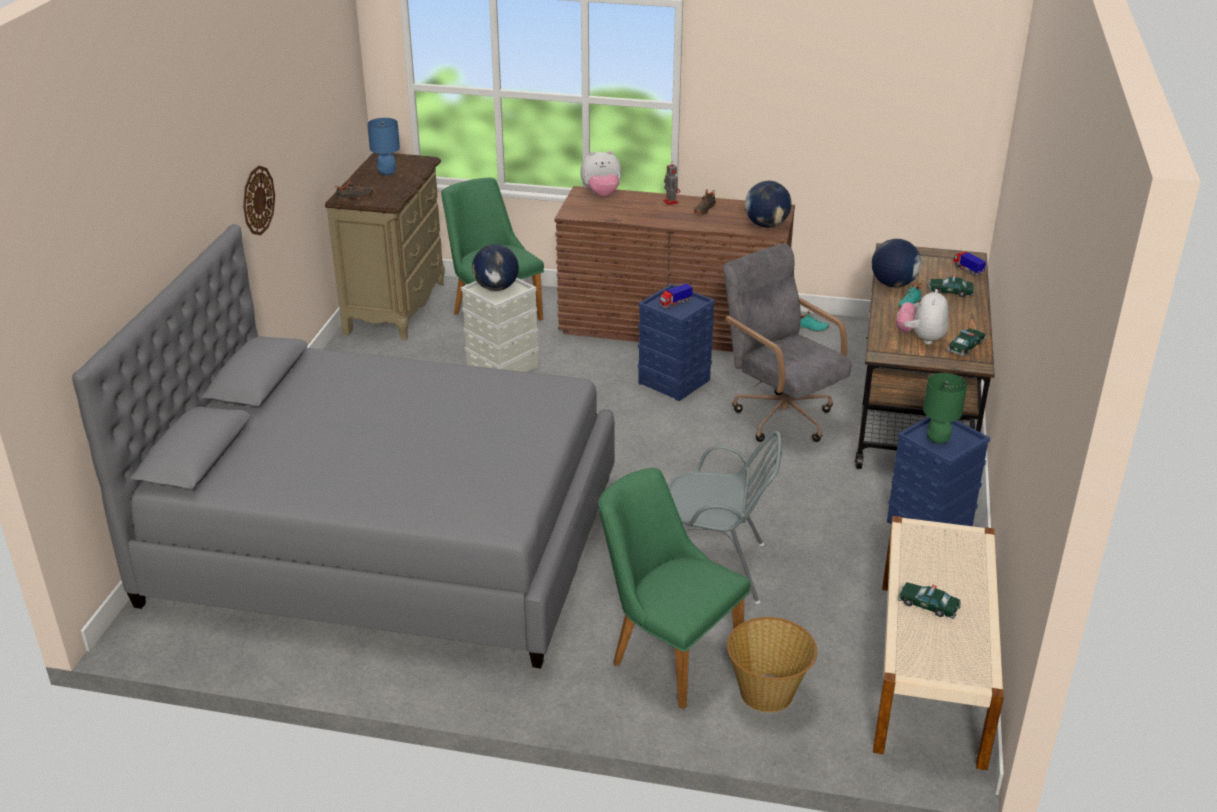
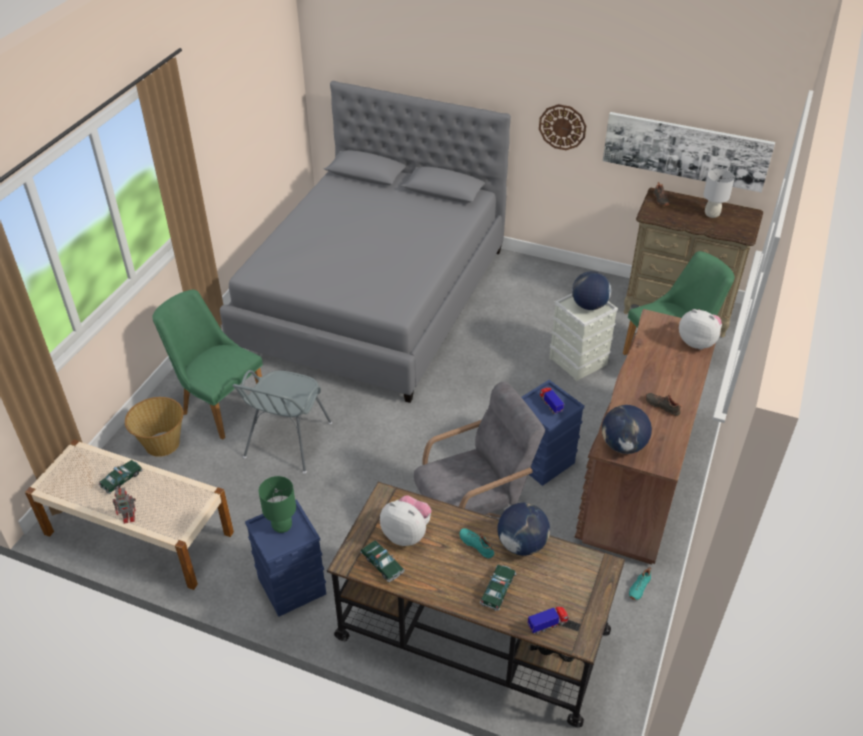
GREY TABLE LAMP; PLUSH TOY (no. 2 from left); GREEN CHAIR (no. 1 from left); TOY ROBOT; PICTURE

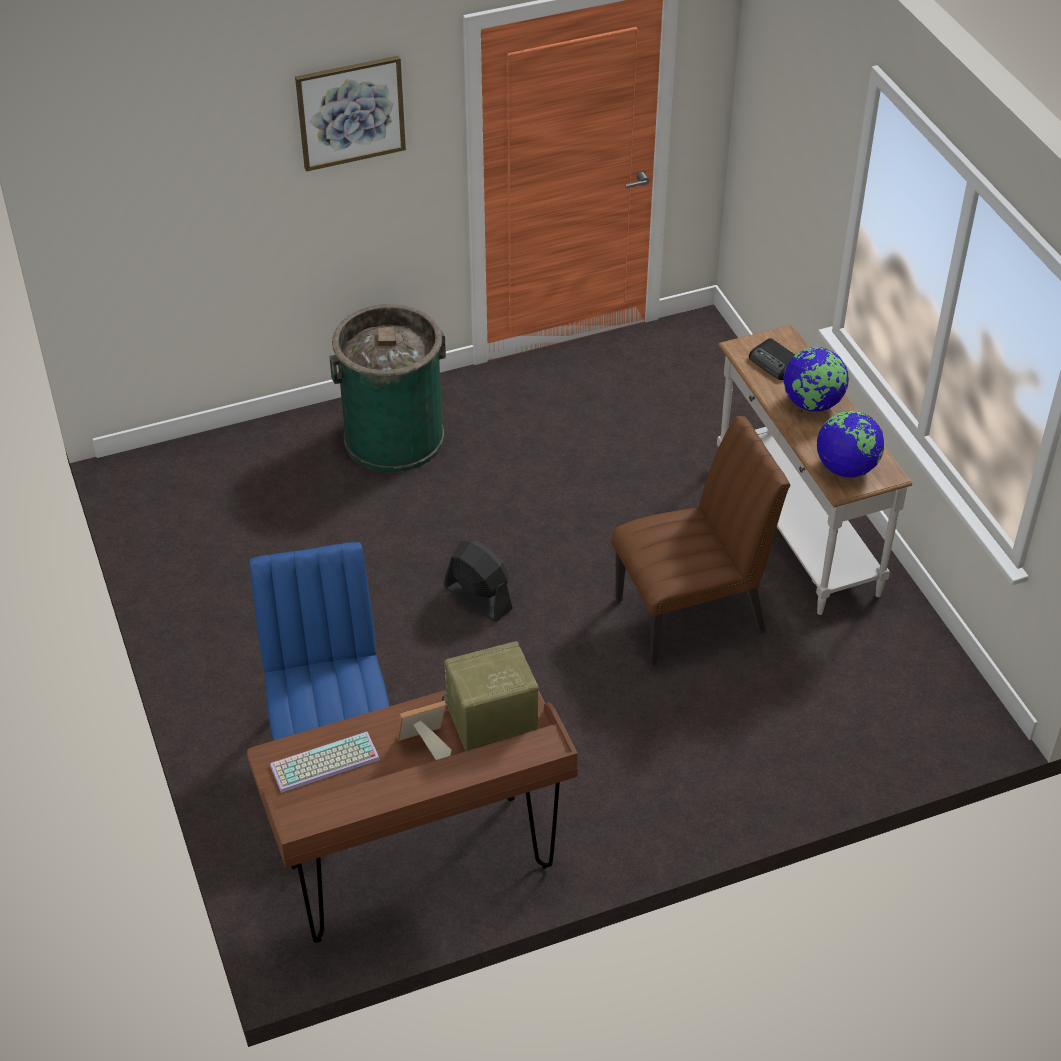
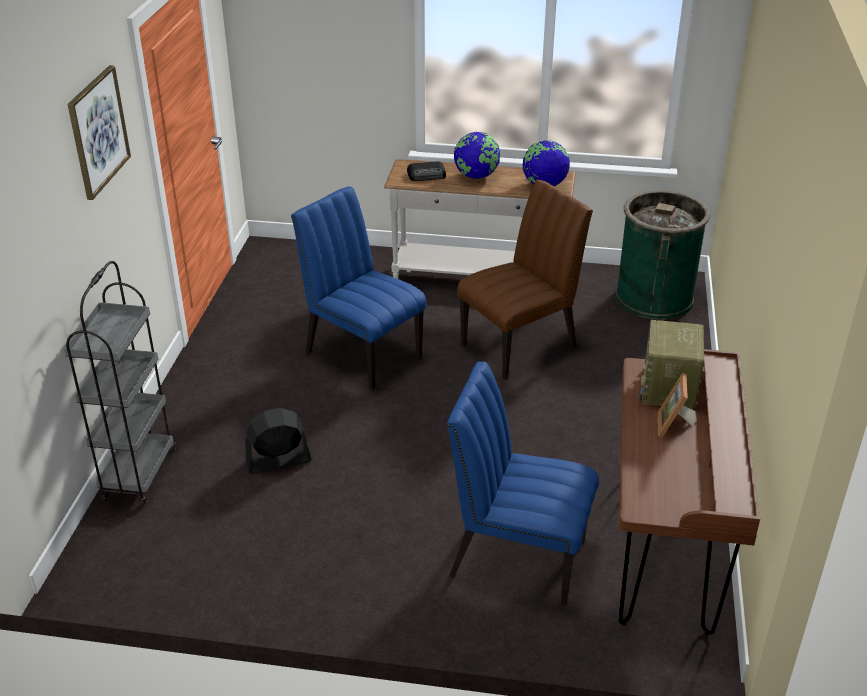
KEYBOARD; GREEN TRASH CAN; BLACK FAN; BROWN CHAIR; GREY CART; BLUE CHAIR (no. 1 from left)

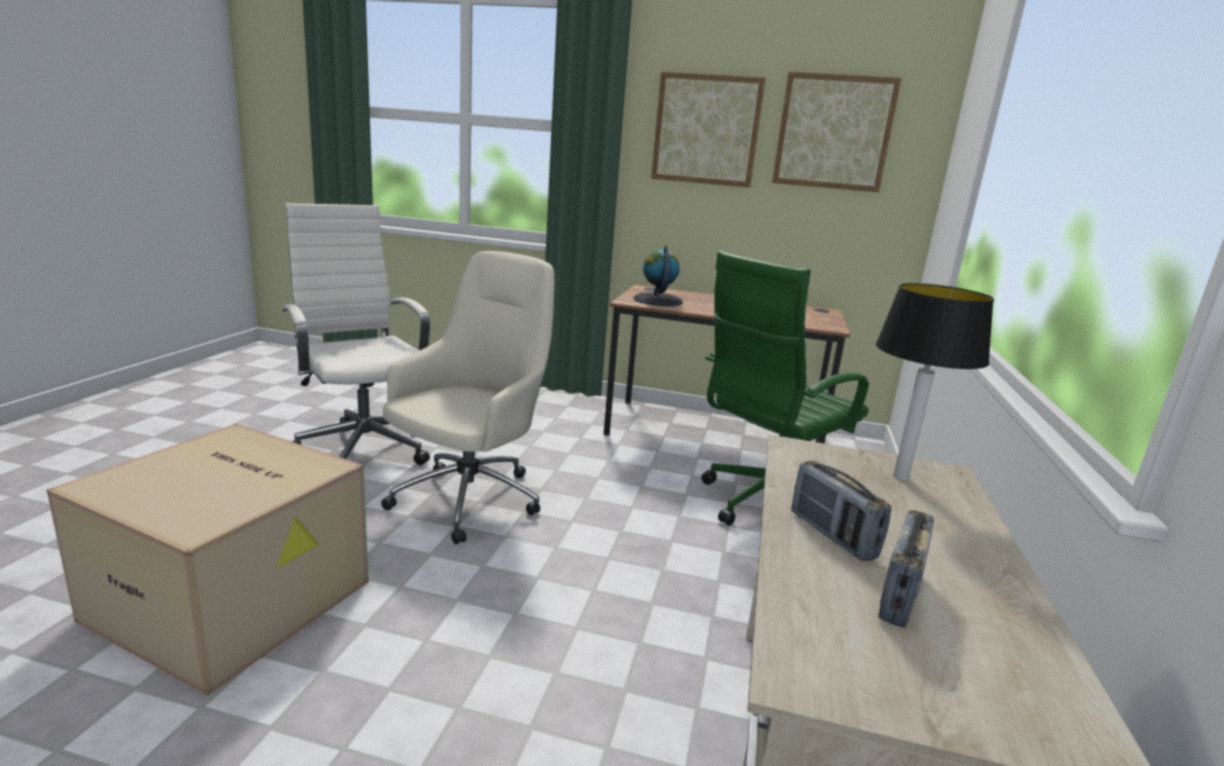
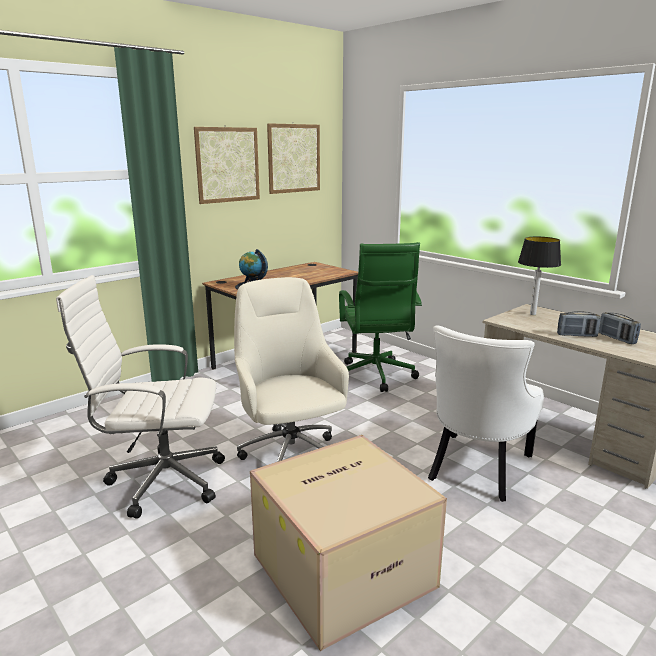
WHITE CHAIR

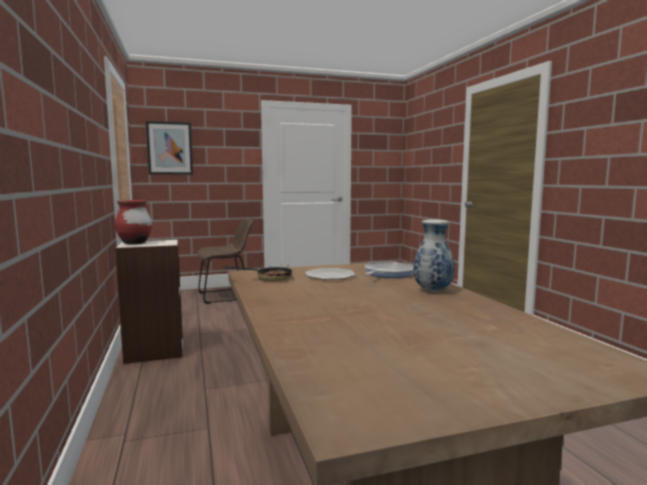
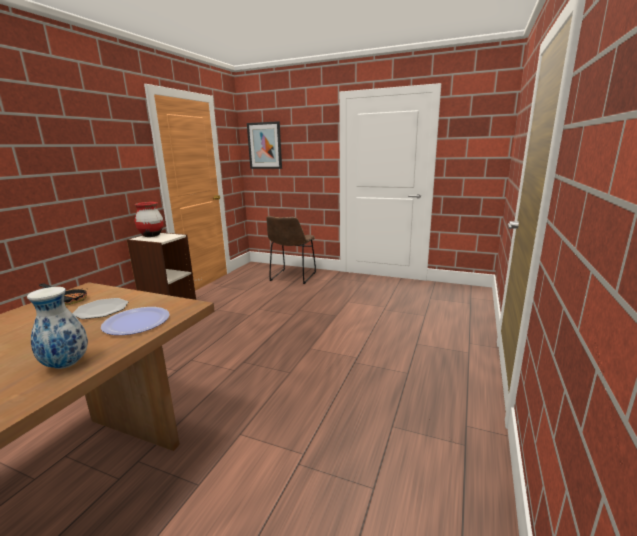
BROWN CHAIR; PLATE (no. 2 from left)

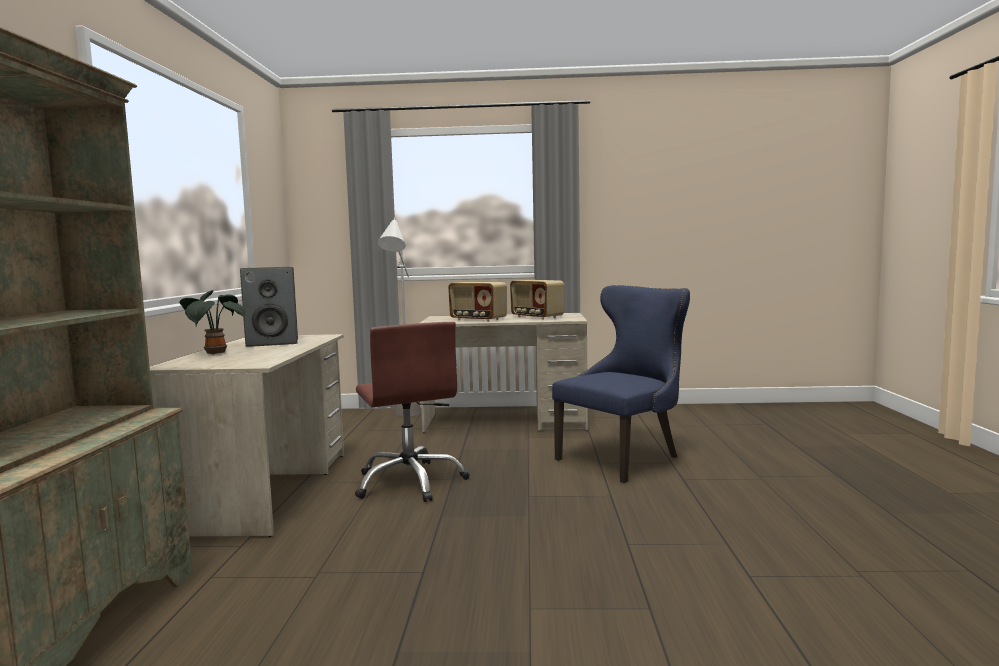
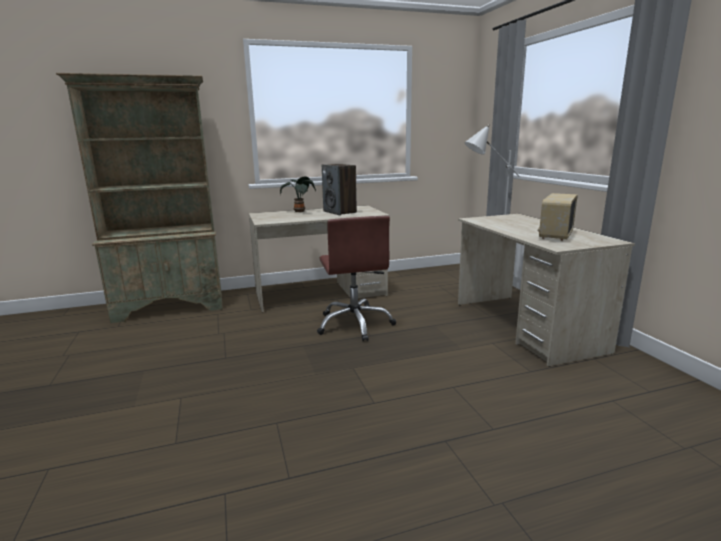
BROWN OFFICE CHAIR; RADIO (no. 1 from left in the first image); BLUE CHAIR

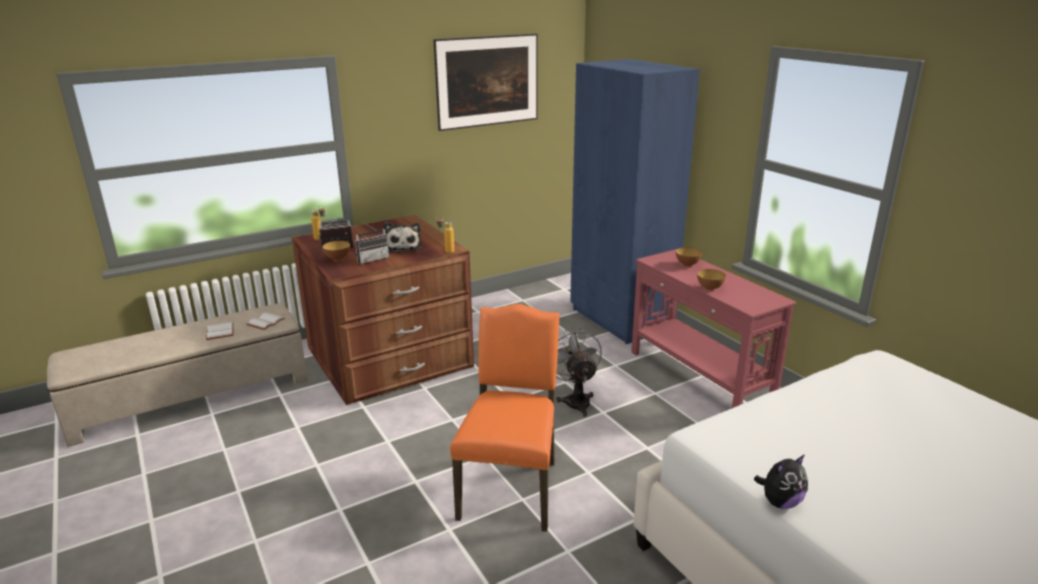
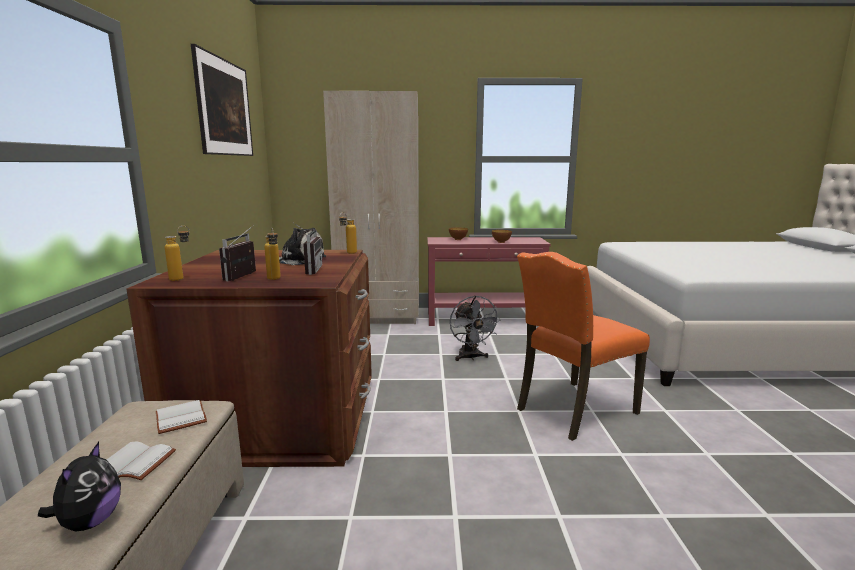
BOTTLE (no. 2 from left); ORANGE CHAIR; GREY FAN; BEIGE WARDROBE; PLUSH TOY (no. 1 from left)

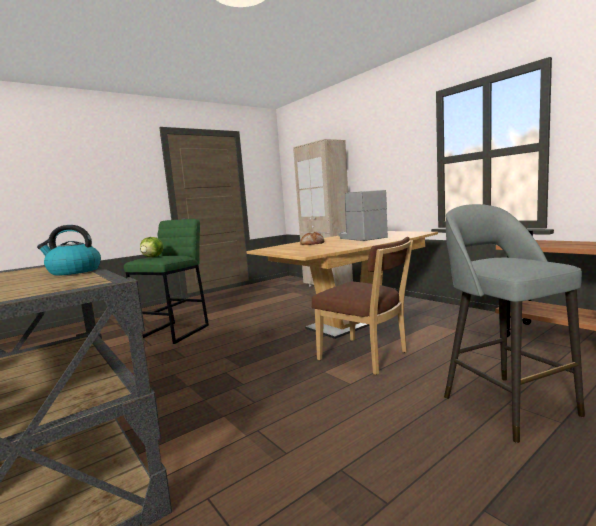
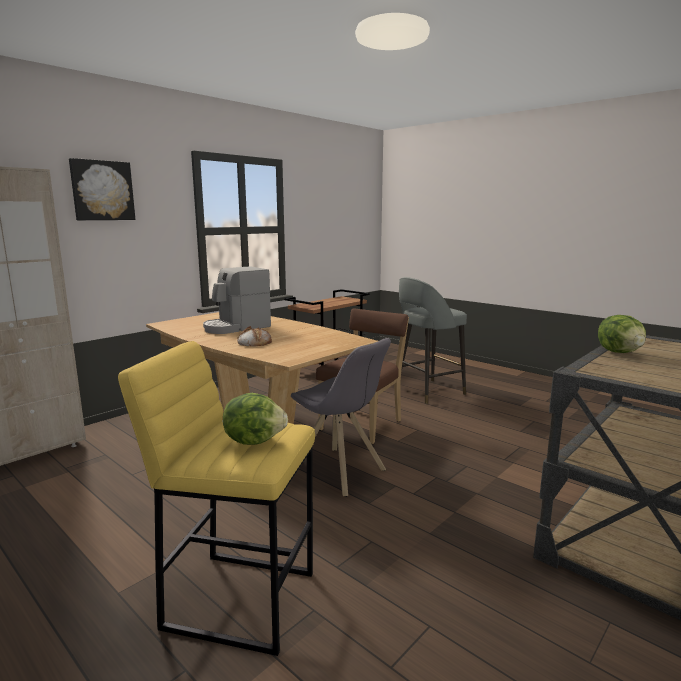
LETTUCE (no. 2 from left); YELLOW STOOL; PICTURE; GREY CHAIR

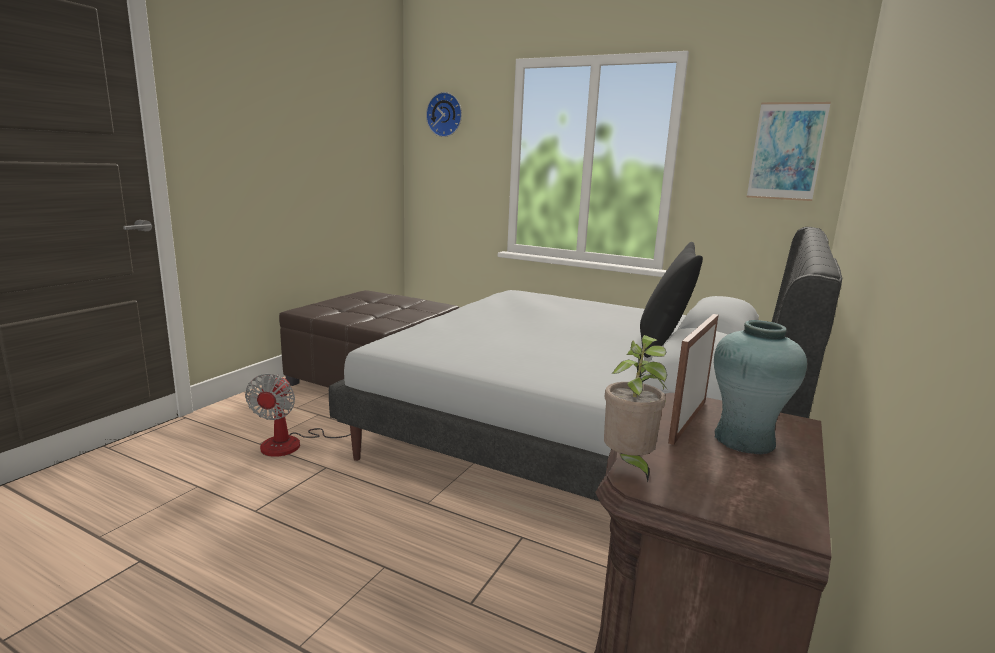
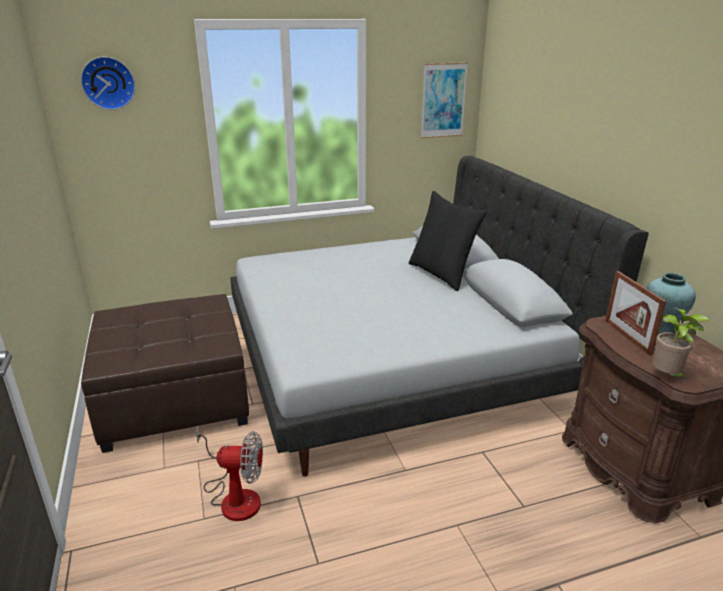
FAN

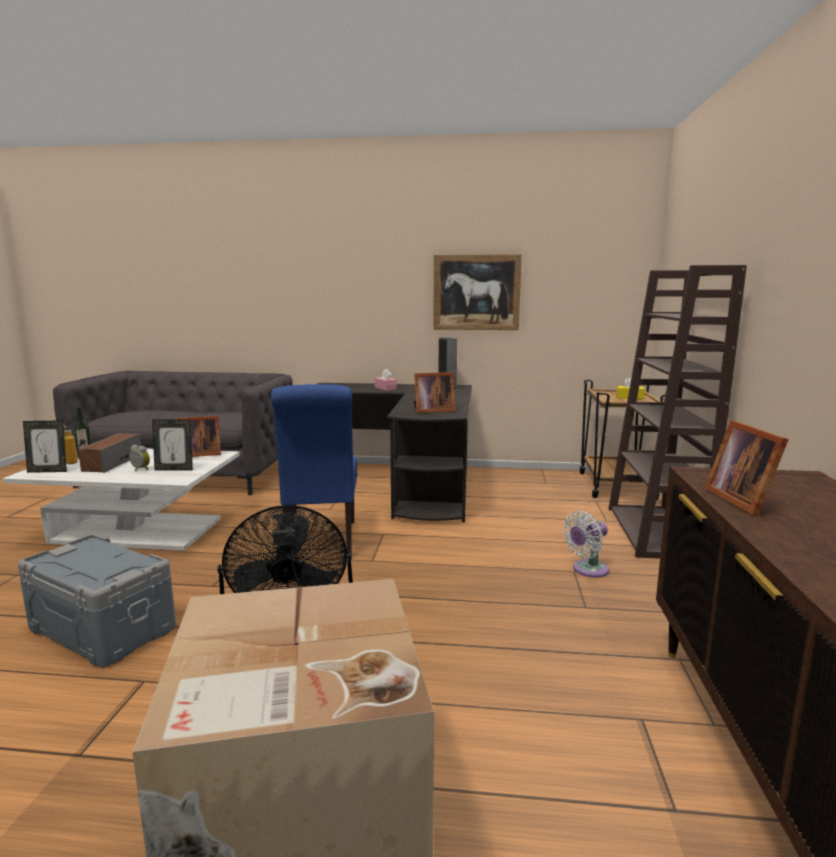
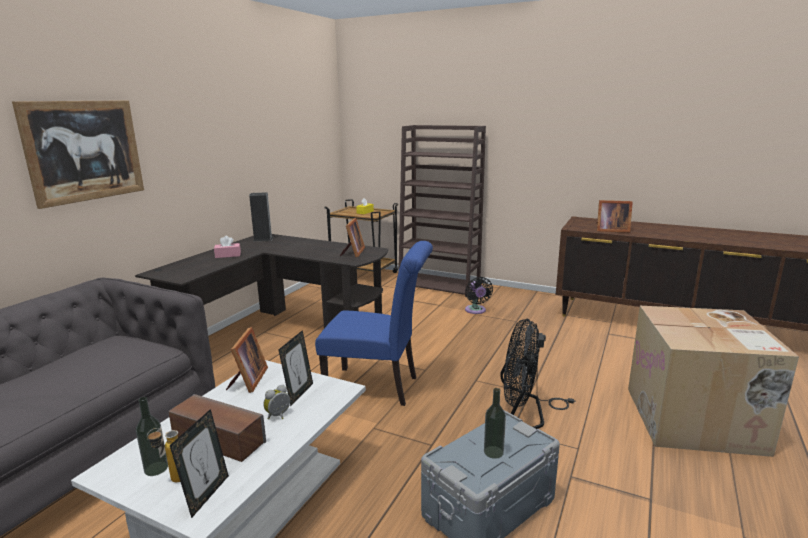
PICTURE; BLACK FAN (no. 1 from left); BOTTLE (no. 3 from left)

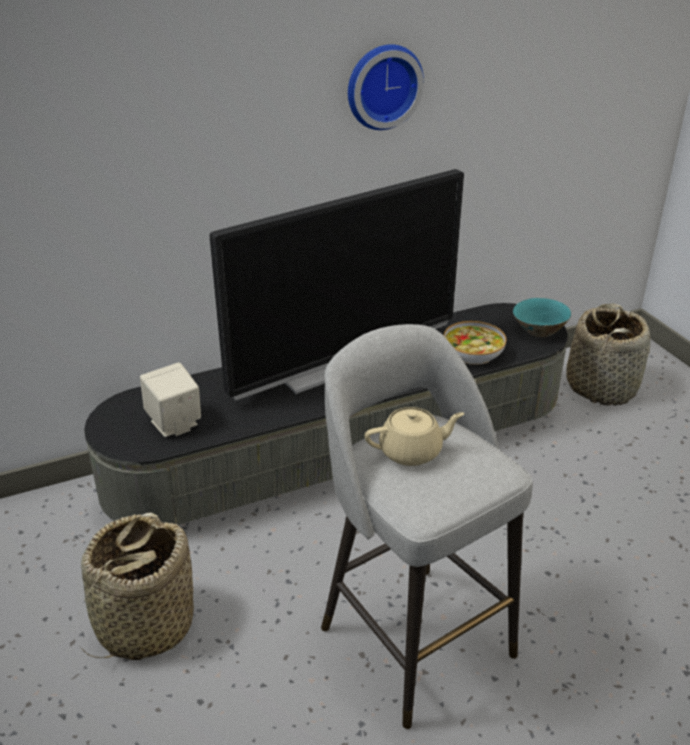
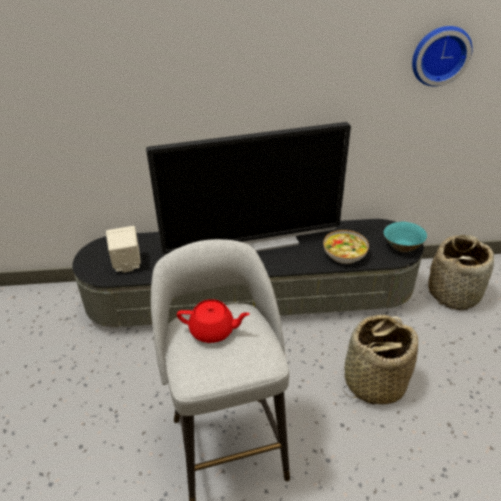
BASKET (no. 1 from left); WALL CLOCK; RED TEAPOT

